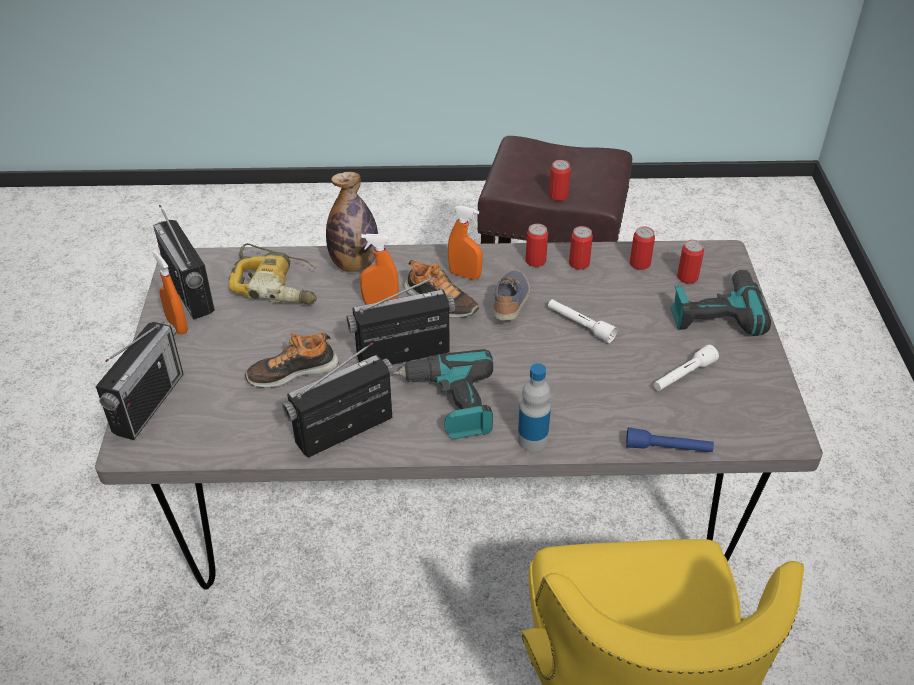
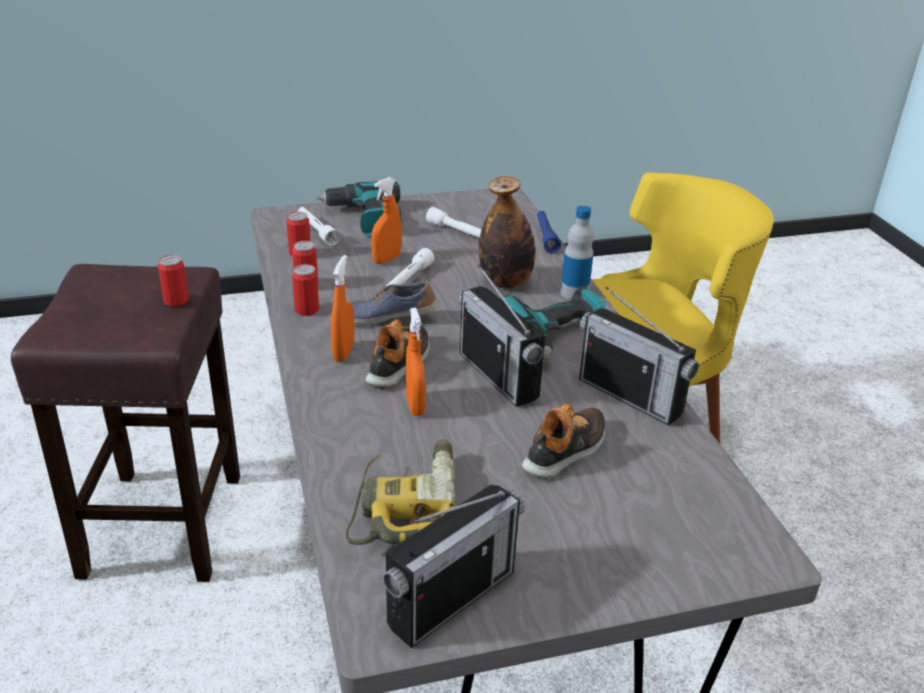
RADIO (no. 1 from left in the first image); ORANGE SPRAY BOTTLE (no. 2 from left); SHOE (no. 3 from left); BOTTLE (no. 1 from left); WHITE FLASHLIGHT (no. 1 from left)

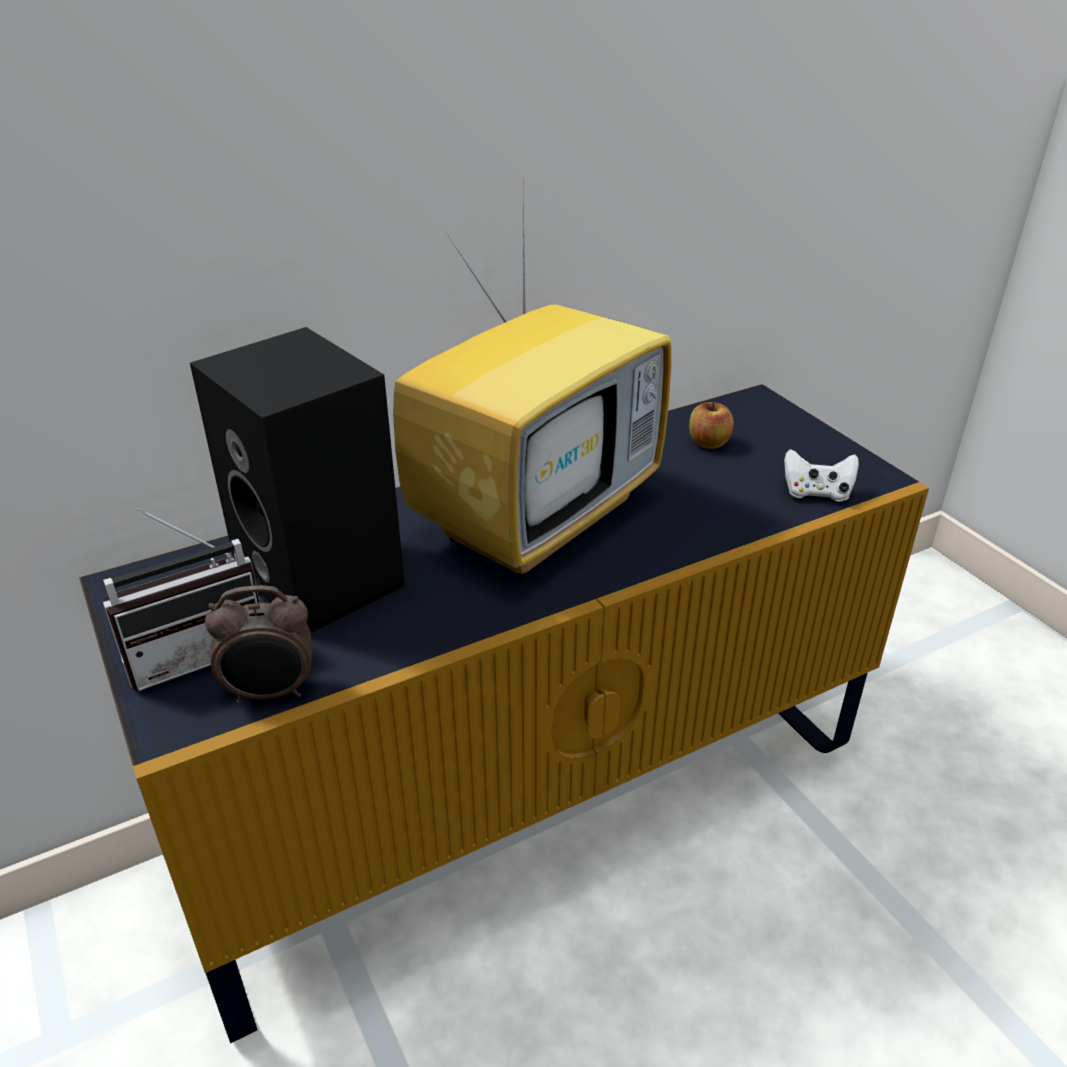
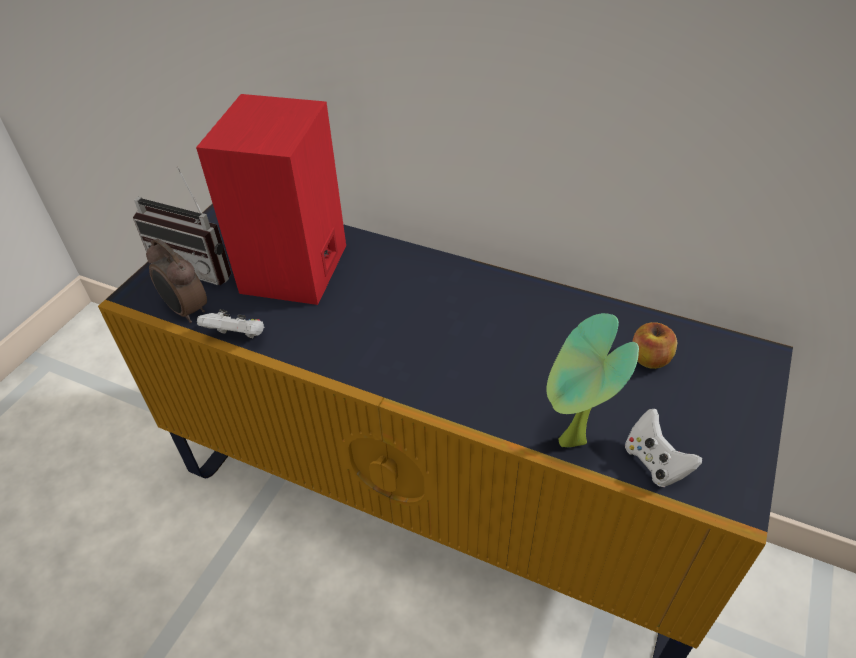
RED SPEAKER; TELEVISION; WHITE GAME CONTROLLER (no. 1 from left); POTTED PLANT

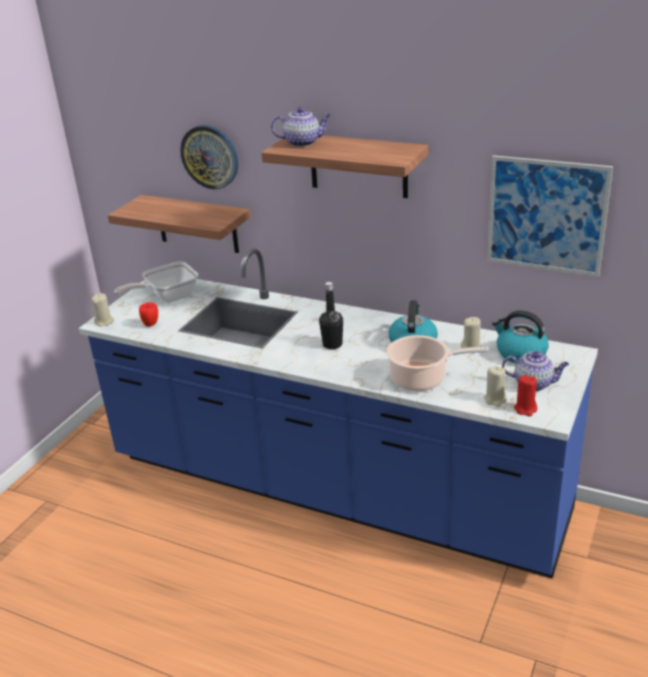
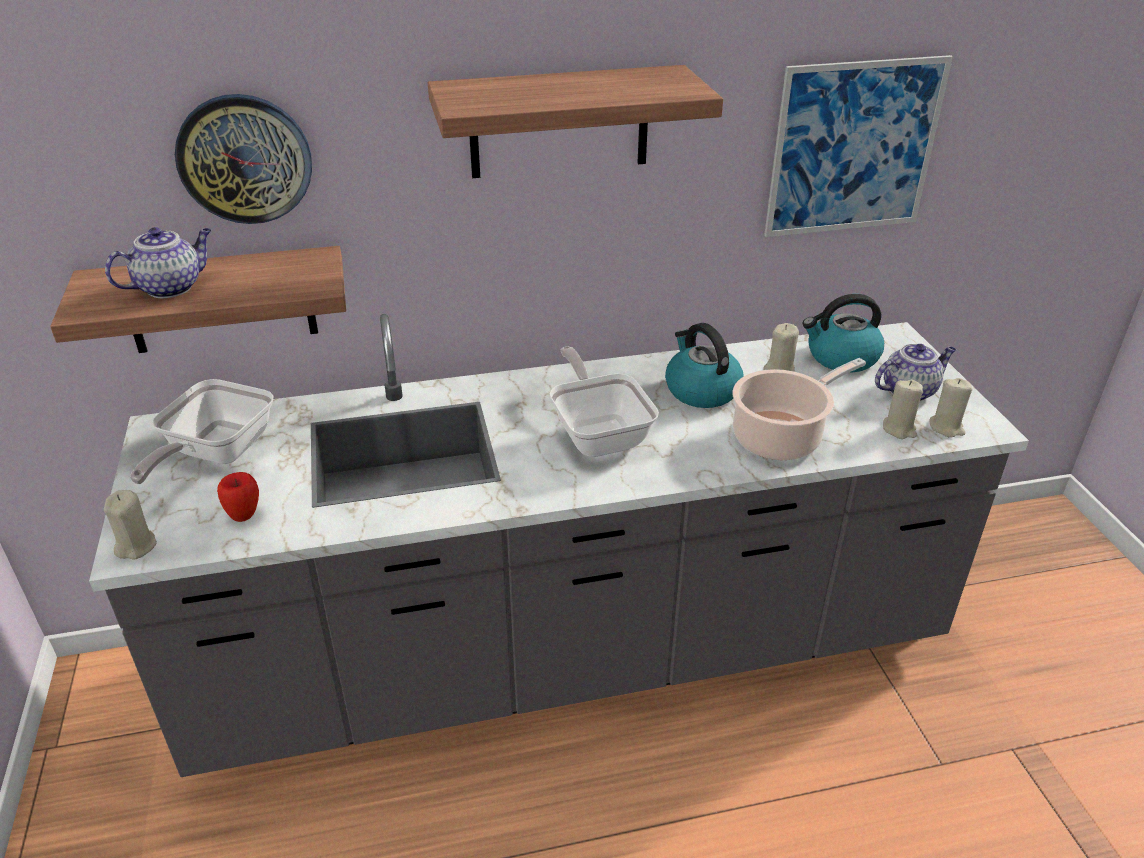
GREY COUNTER; TEAPOT (no. 1 from left); FRYING PAN (no. 2 from left); BEIGE CANDLE (no. 4 from left)

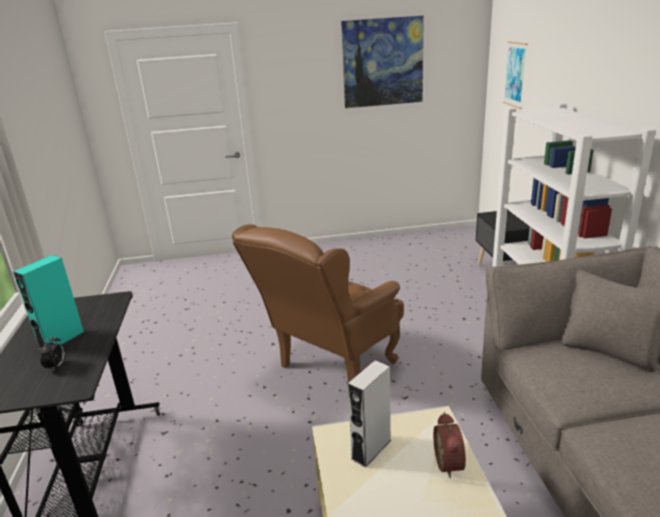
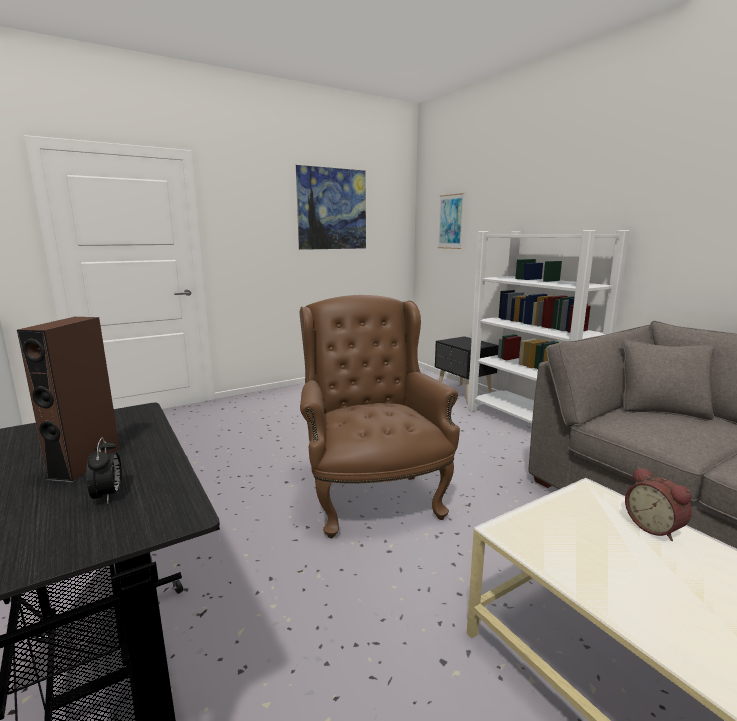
BROWN SPEAKER; BROWN ARMCHAIR; GREY SPEAKER

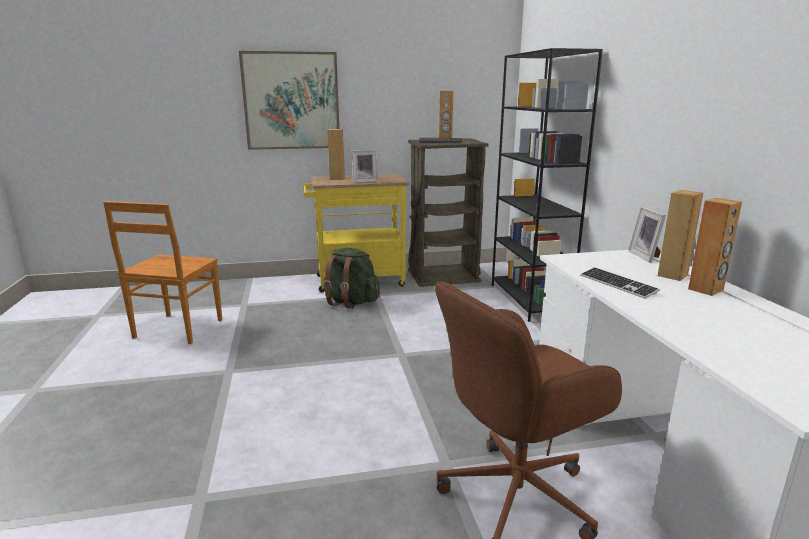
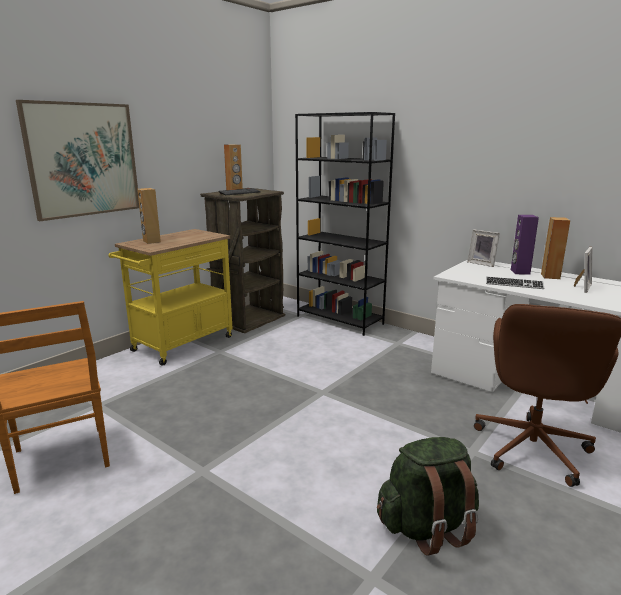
GREEN BACKPACK; PICTURE FRAME (no. 2 from left); PURPLE SPEAKER

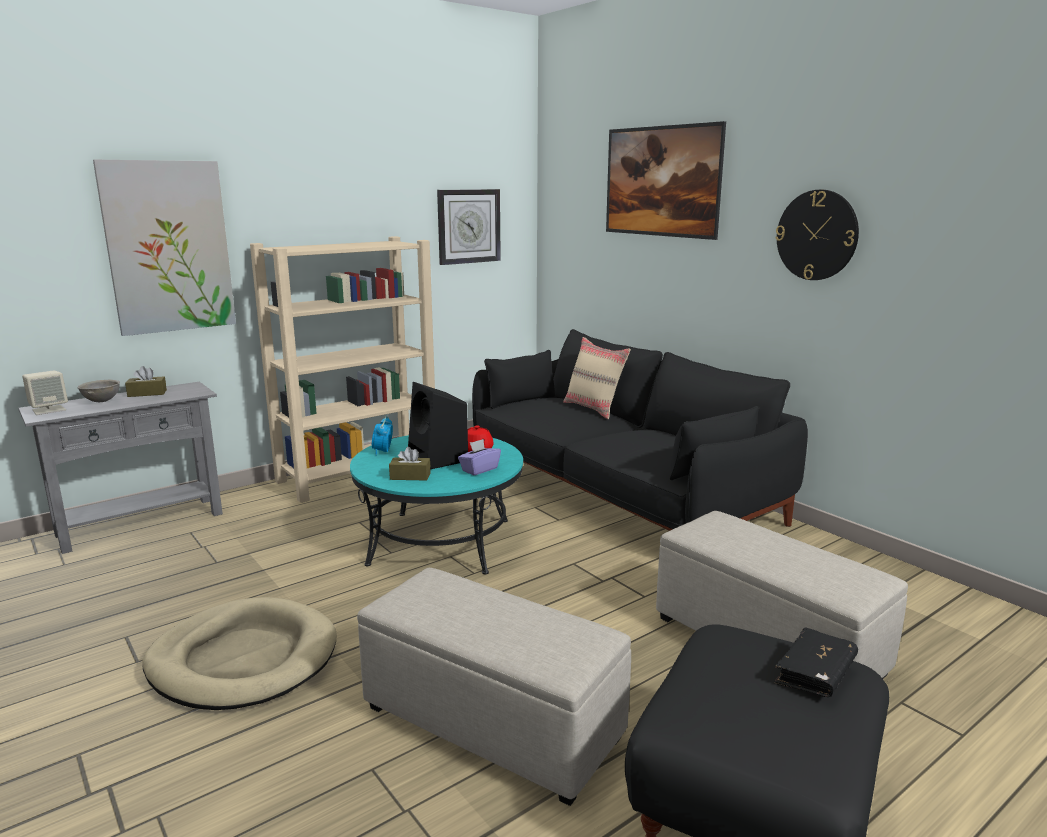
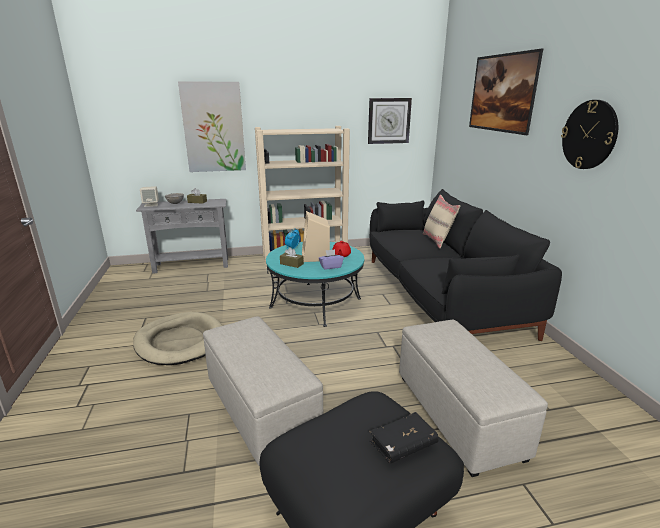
BEIGE SPEAKER (no. 2 from left)

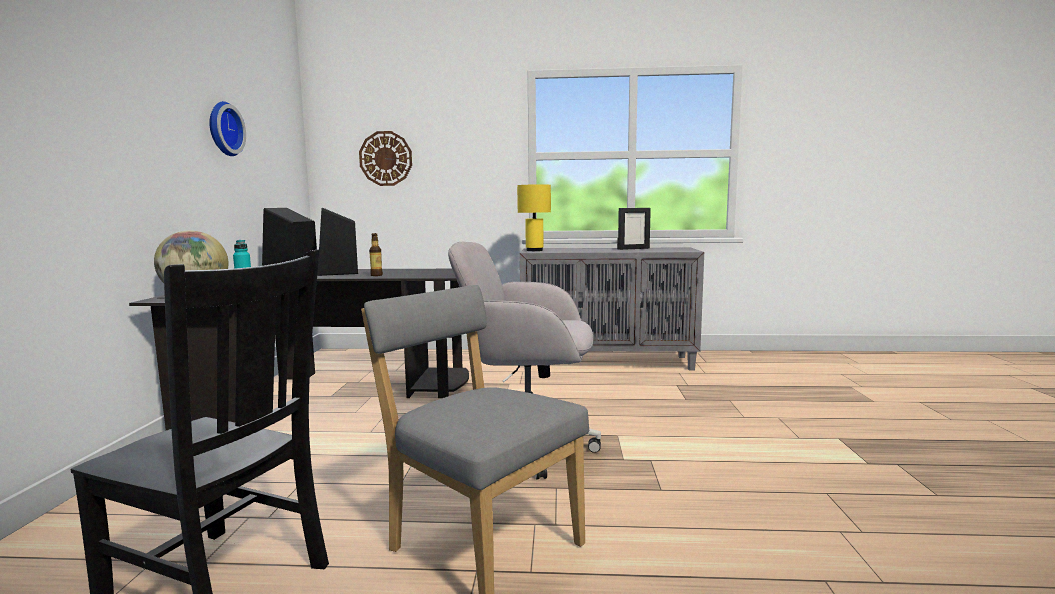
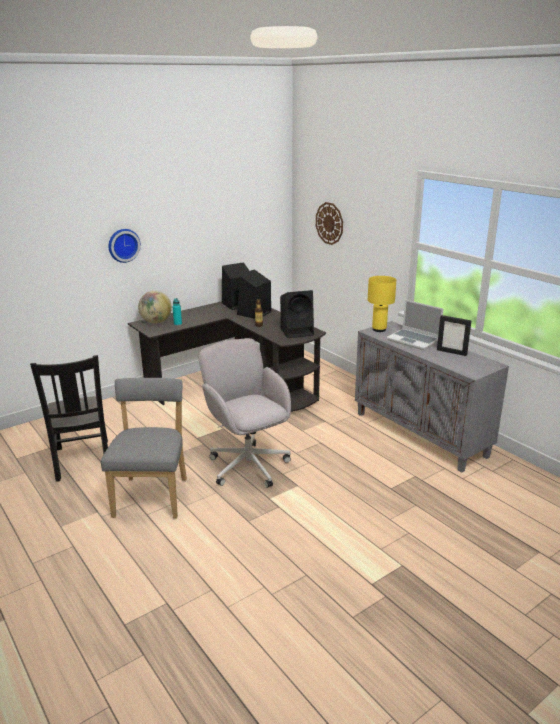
WALL CLOCK (no. 1 from left); BLACK SPEAKER (no. 3 from left); LAPTOP

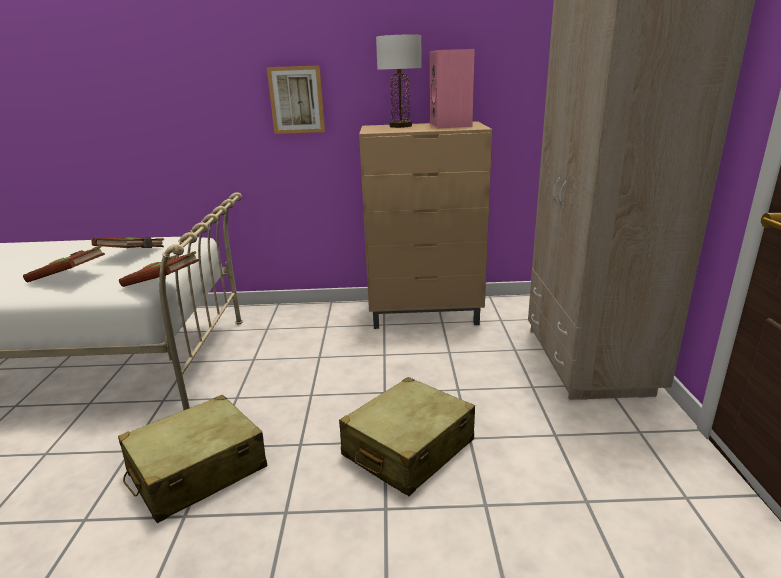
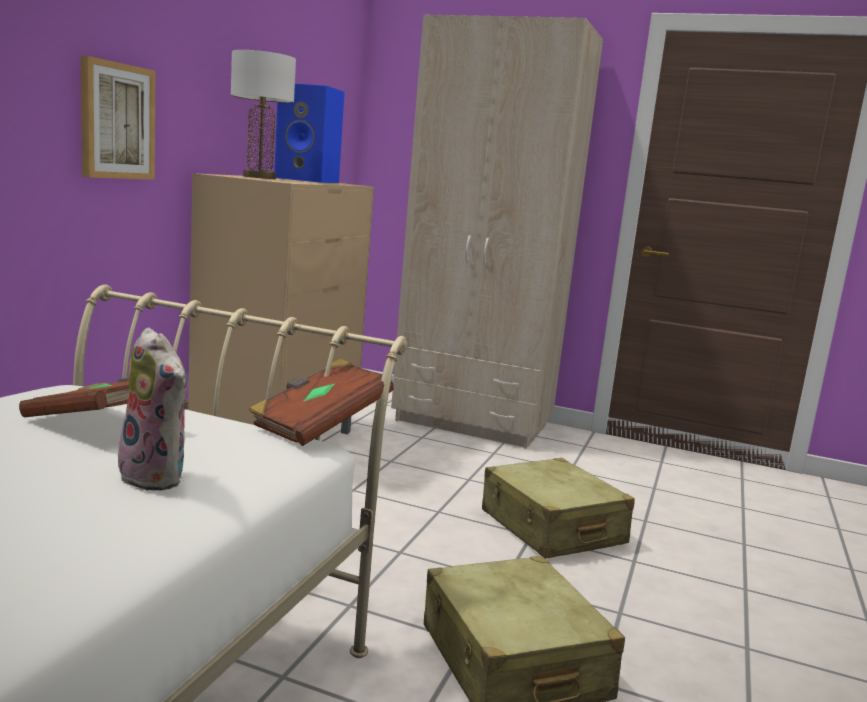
PLUSH TOY; BLUE SPEAKER

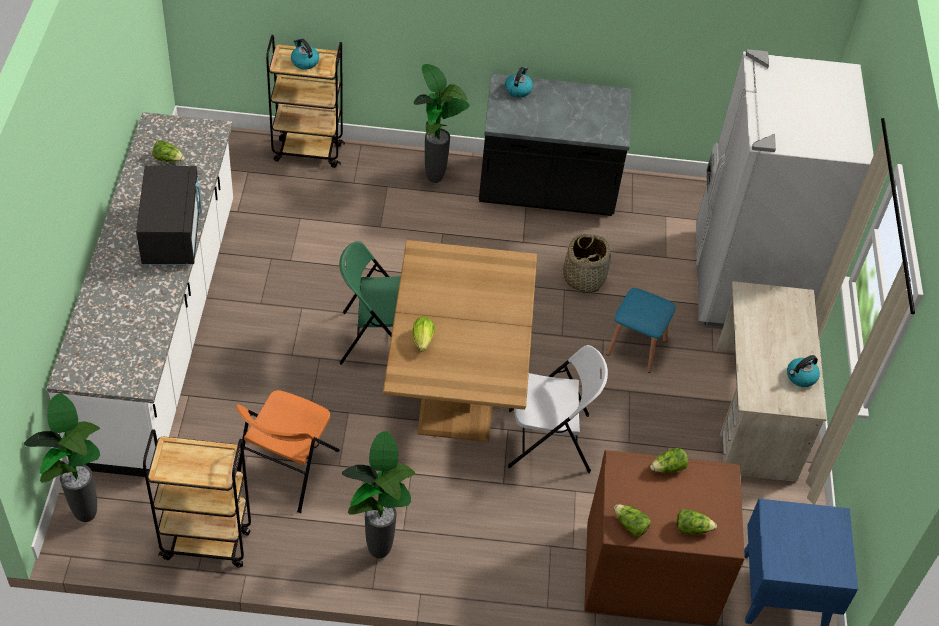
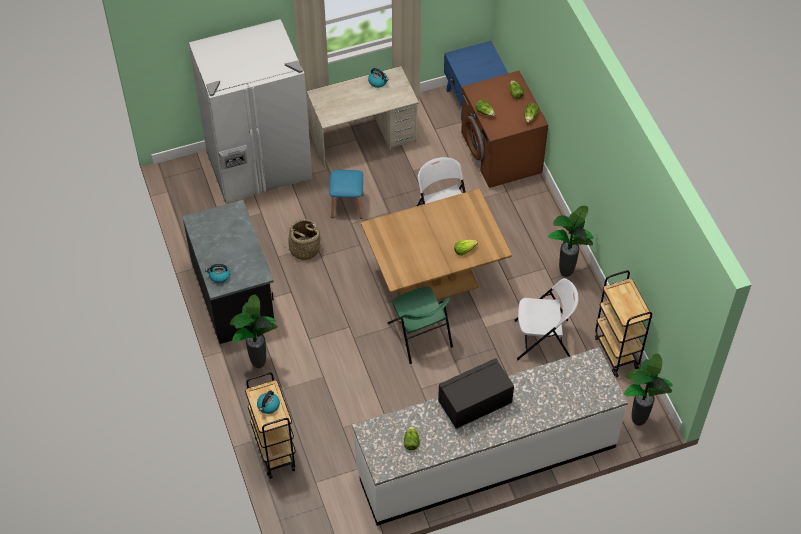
WHITE CHAIR (no. 2 from left)

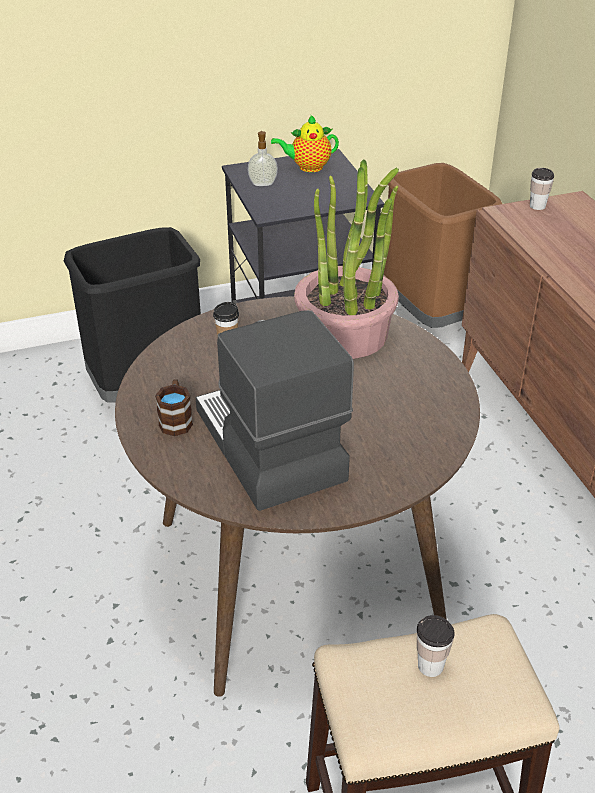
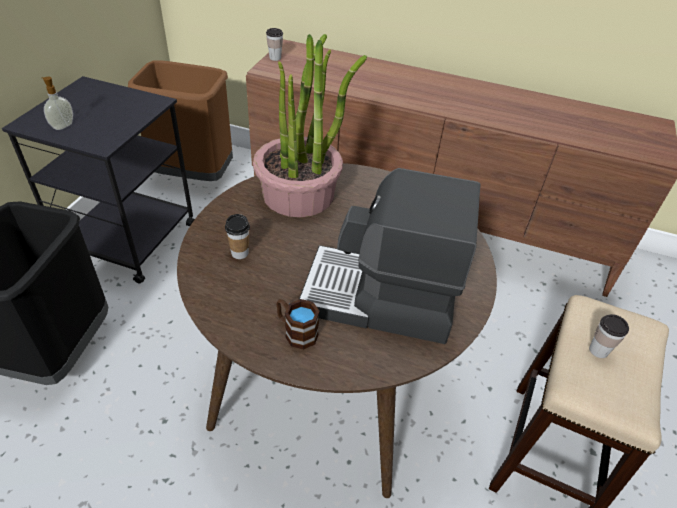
TEAPOT

